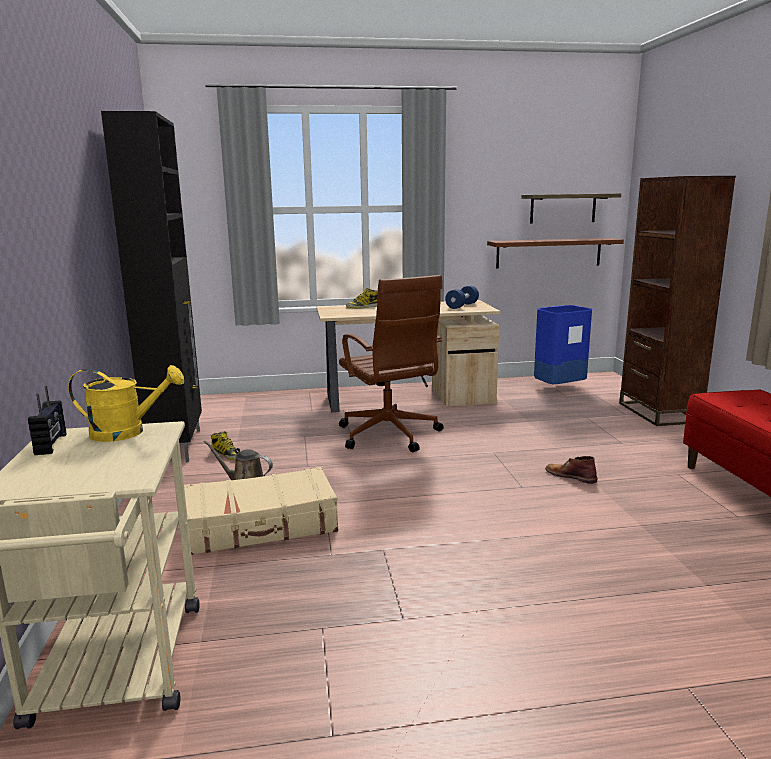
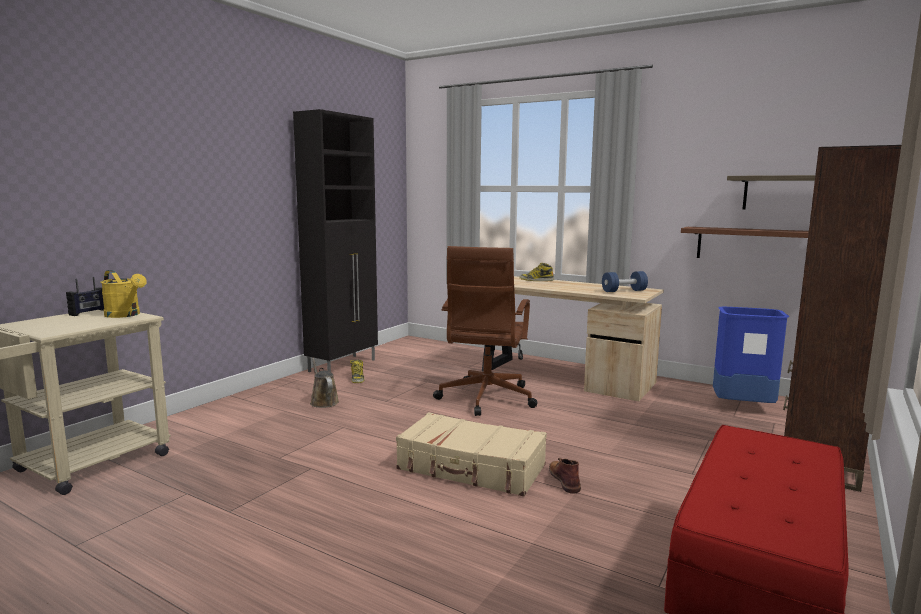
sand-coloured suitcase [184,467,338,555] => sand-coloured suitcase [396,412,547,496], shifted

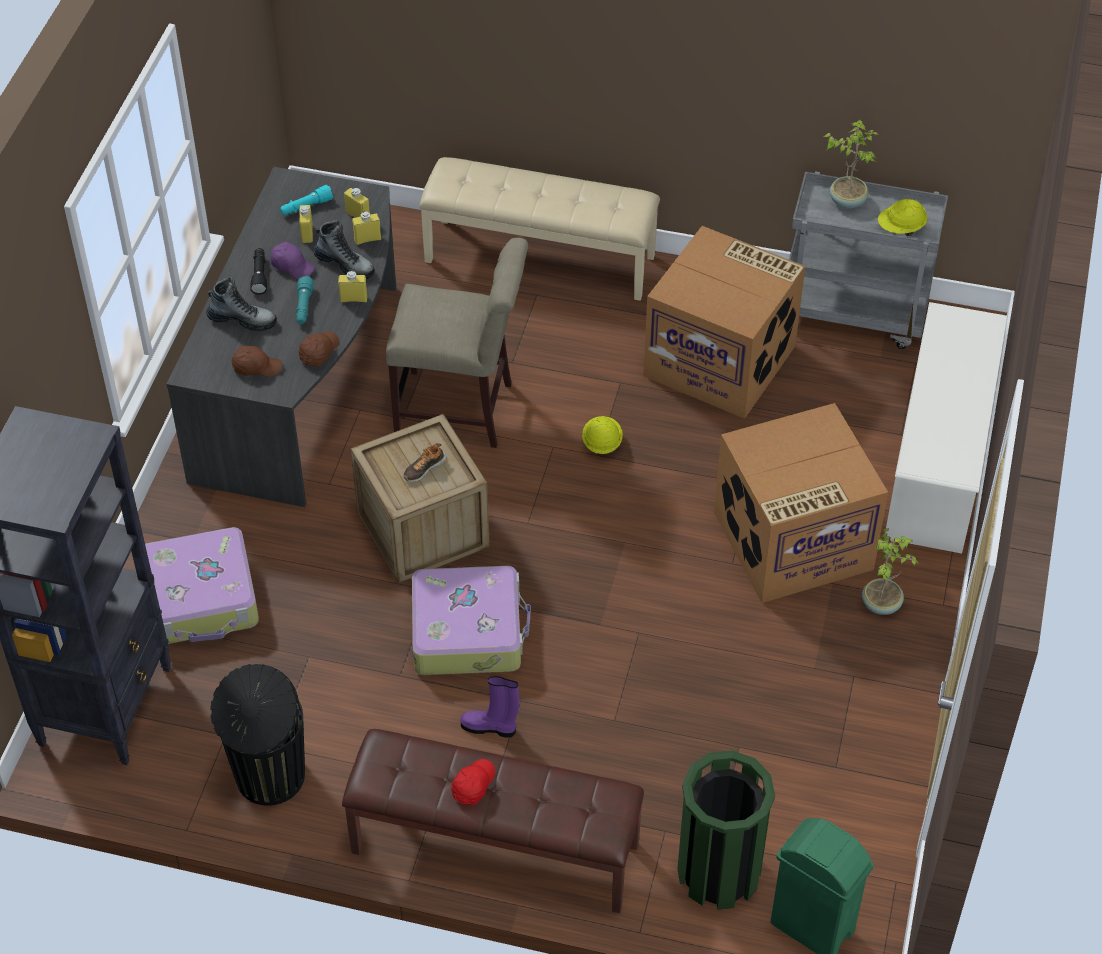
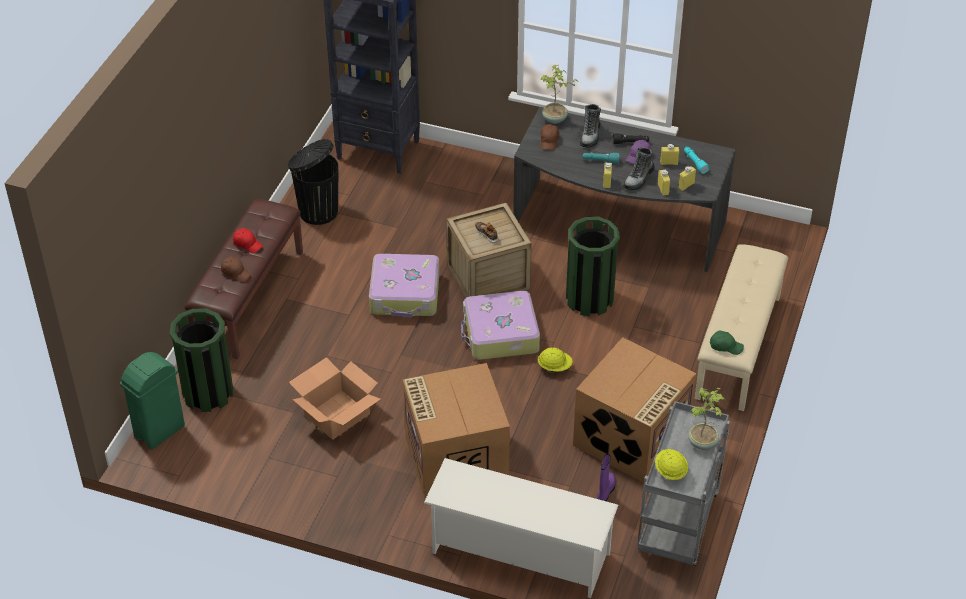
sand-coloured chair [386,238,528,448] => green-coloured rubbish bin [566,217,620,316]
brown cap [299,331,339,366] => brown cap [221,256,251,282], shifted
suitcase [145,527,259,644] => suitcase [461,291,540,360], shifted
potted plant [862,528,919,615] => potted plant [540,65,577,124], shifted
purple-coloured high-top boot [460,676,519,738] => purple-coloured high-top boot [597,454,616,502], shifted
nothing => green-coloured cap [710,331,744,355]
nothing => packing box [289,357,381,439]

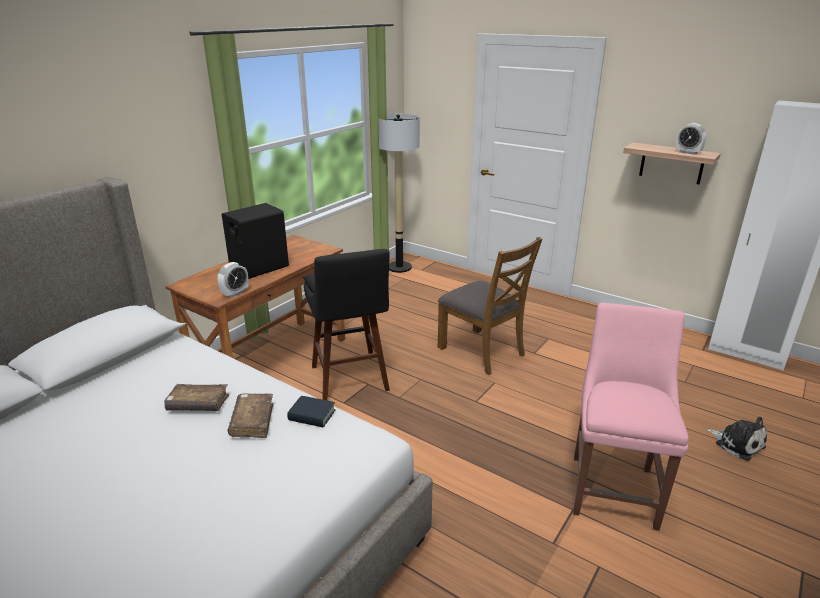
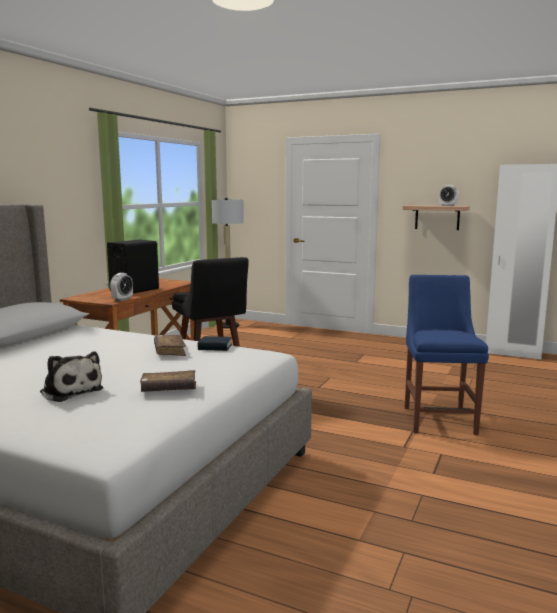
brown chair [438,237,542,375] => nothing
pinkish chair [573,302,689,531] => bluish chair [405,275,489,435]
brown book [164,384,229,411] => brown book [140,370,196,392], shifted
soft toy [706,417,767,461] => soft toy [40,351,103,402], shifted

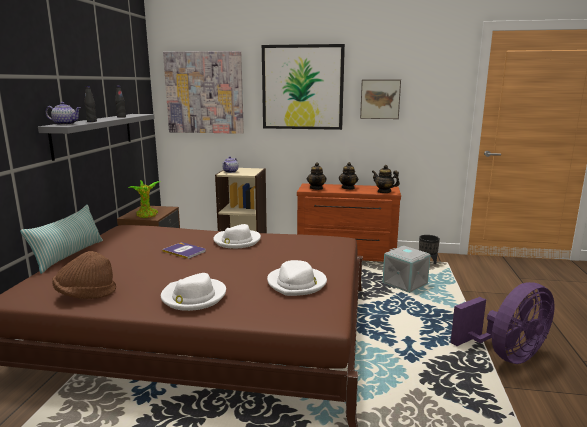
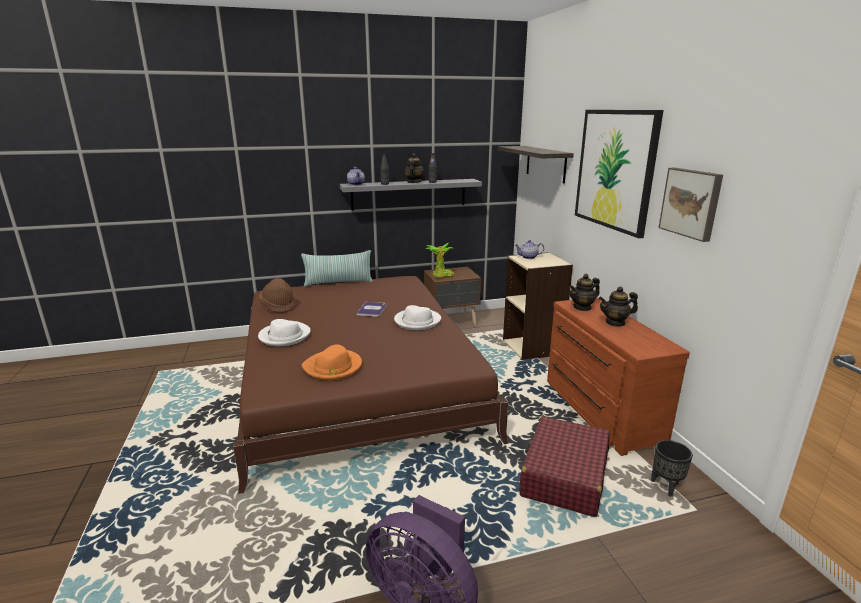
wall art [163,51,244,134] => bracket shelf [498,146,574,183]
tea pot [372,165,400,193] => tea pot [404,153,425,183], shifted
grey storage box [383,246,430,293] => red suitcase [519,416,610,517]
whitish clothing hat [267,260,327,296] => orange-coloured clothing hat [302,344,362,381]

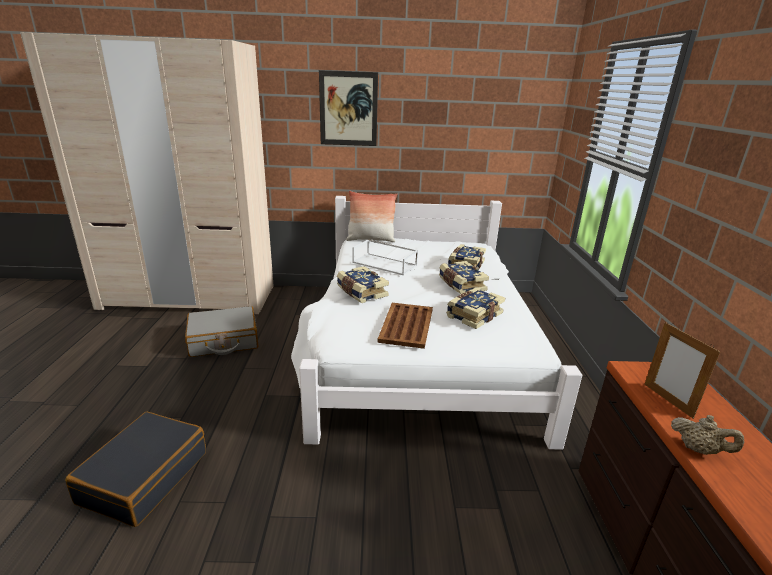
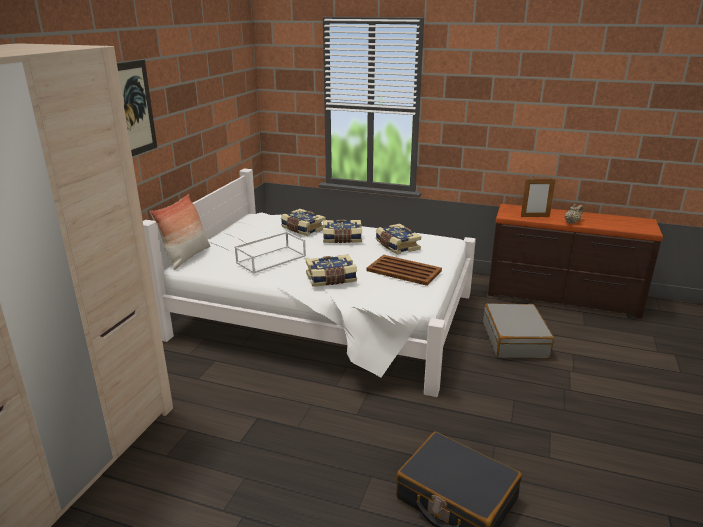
grey suitcase [185,306,259,357] => grey suitcase [483,304,554,359], shifted

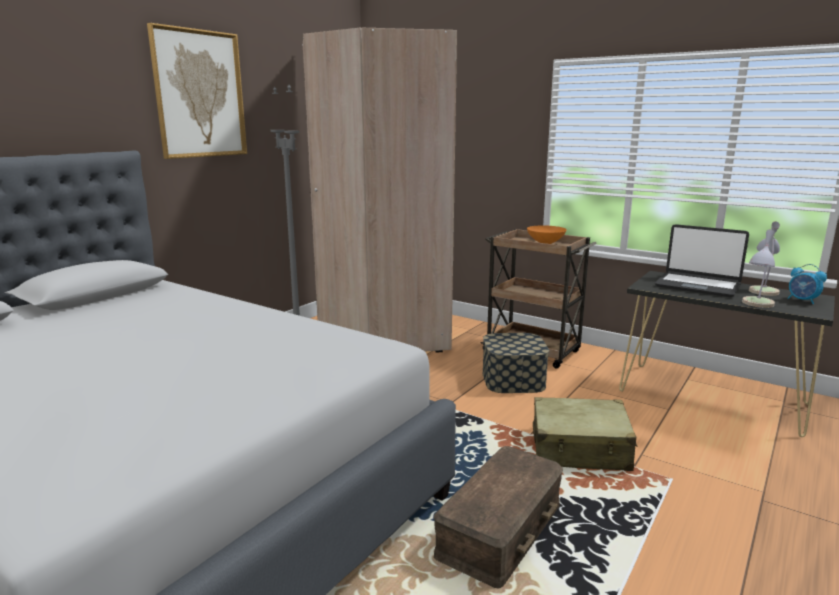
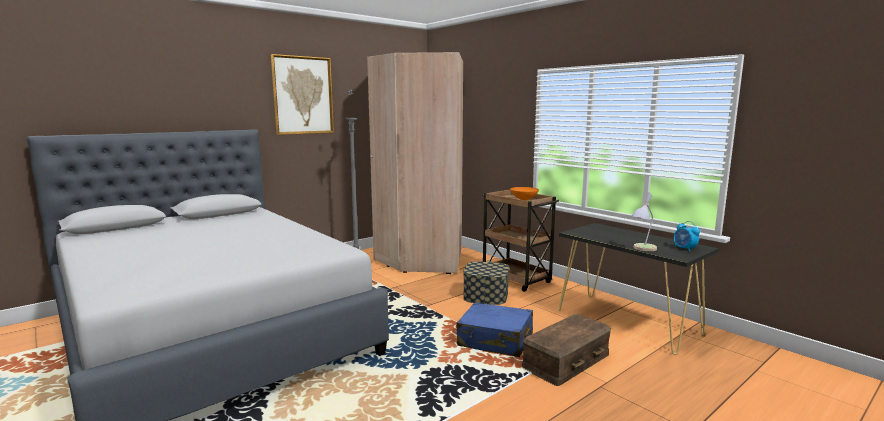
tabletop lamp [749,221,780,296] => nothing
laptop [655,224,749,297] => nothing
sand-coloured suitcase [533,397,637,471] => bluish suitcase [456,302,533,357]
brown storage box [434,446,563,589] => brown storage box [522,314,611,386], shifted

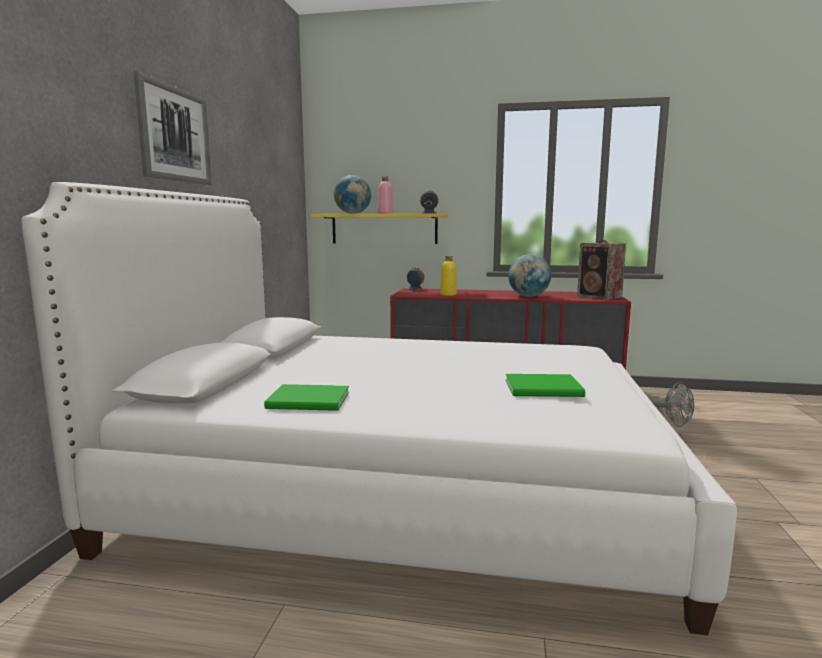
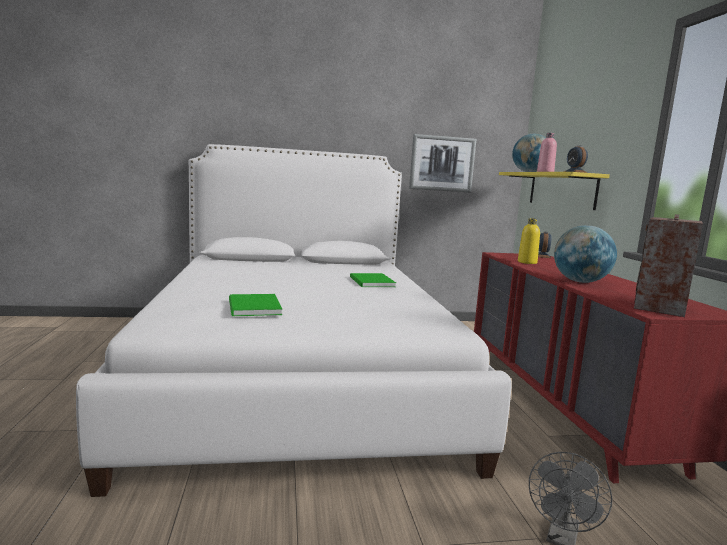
wall art [134,71,212,185] => wall art [409,134,476,192], shifted
green-coloured book [264,384,349,411] => green-coloured book [350,273,396,287], shifted

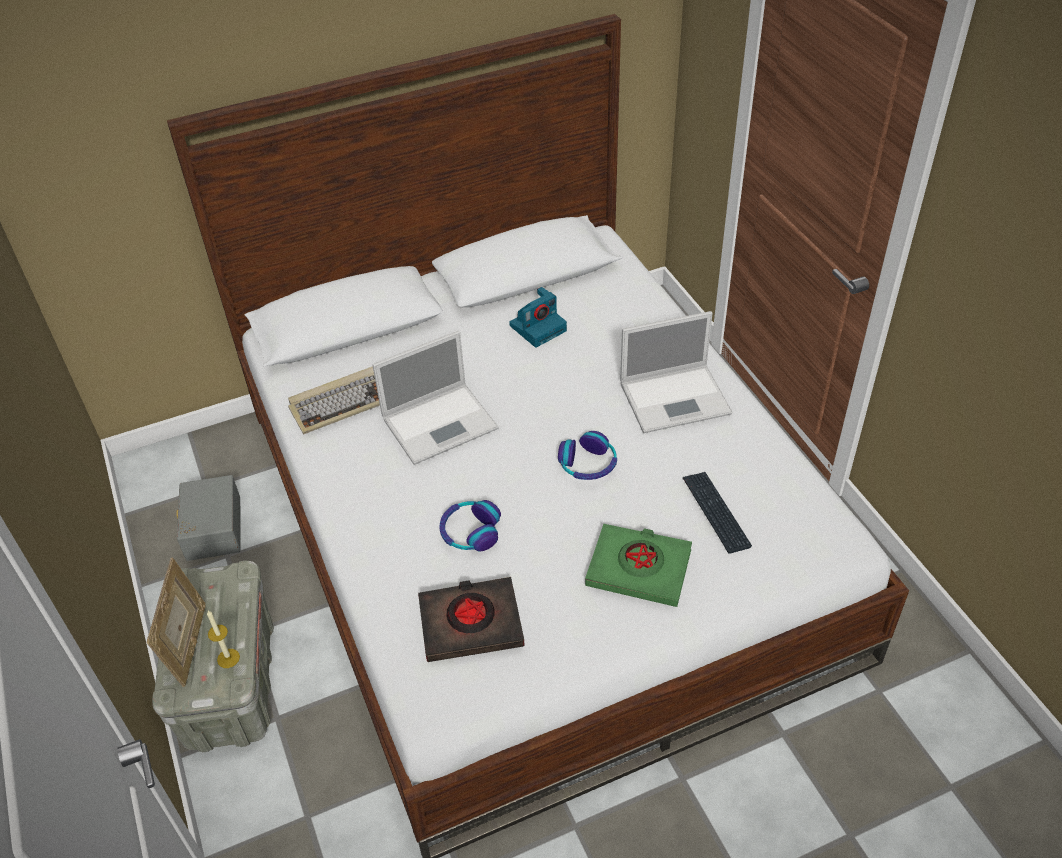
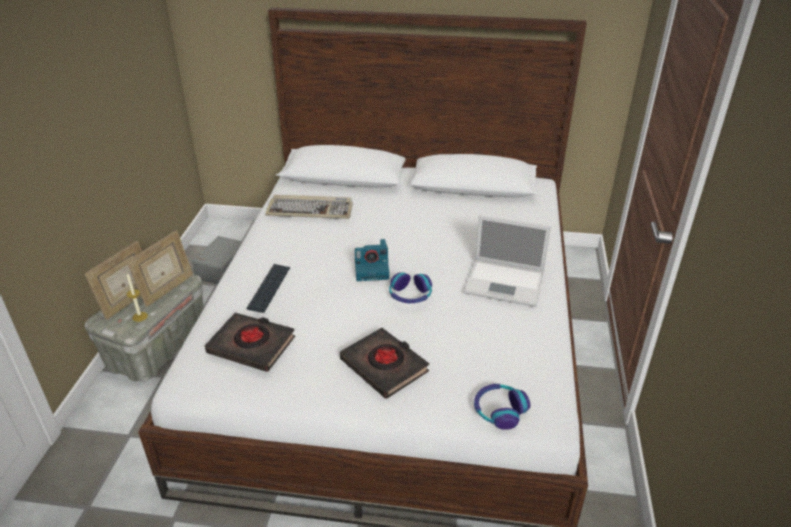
photo camera [509,287,567,348] => photo camera [355,239,389,281], shifted
laptop [372,331,498,465] => nothing
computer keyboard [683,472,752,554] => computer keyboard [247,264,290,313], shifted
headset [439,500,501,551] => headset [474,384,530,430], shifted
green-coloured book [585,524,692,607] => blackish book [340,328,429,399]
nothing => picture frame [127,230,193,307]

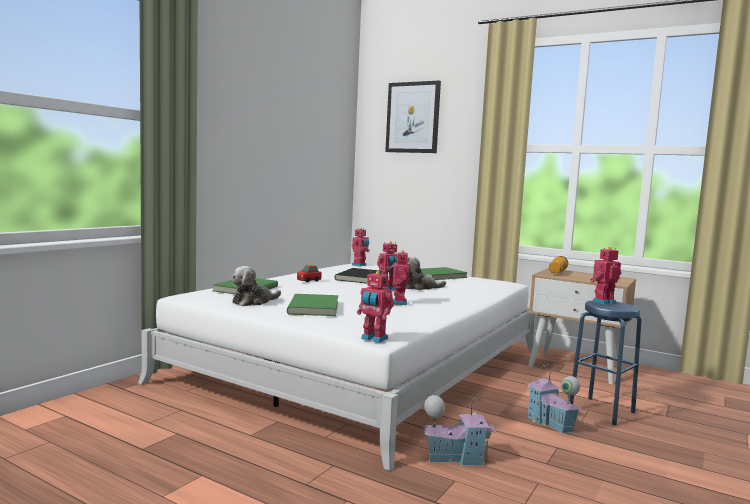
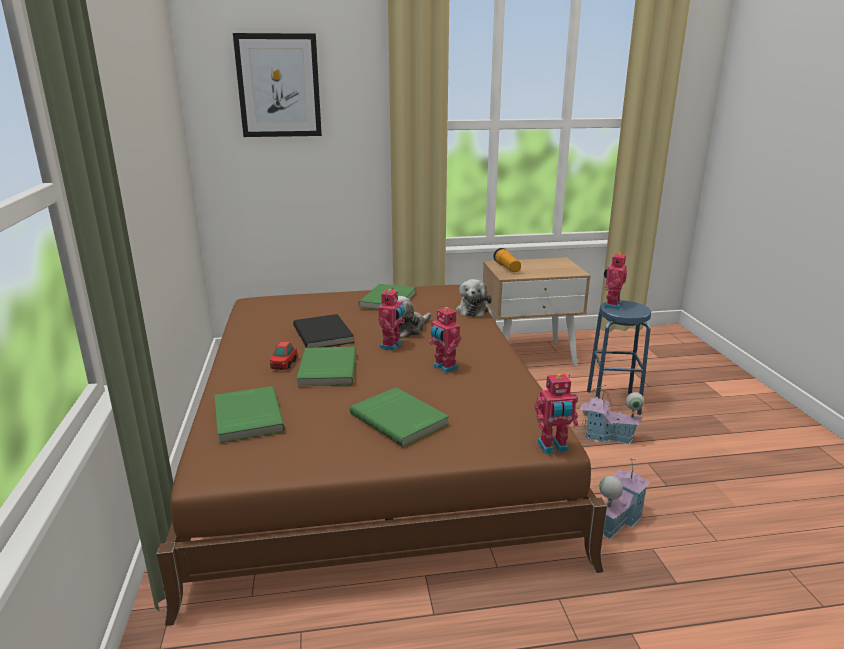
model robot [352,228,370,267] => nothing
whitish bed [138,264,536,471] => brown bed [157,285,607,626]
soft toy [231,266,281,306] => soft toy [456,279,492,317], shifted
nothing => green-coloured book [296,347,356,386]

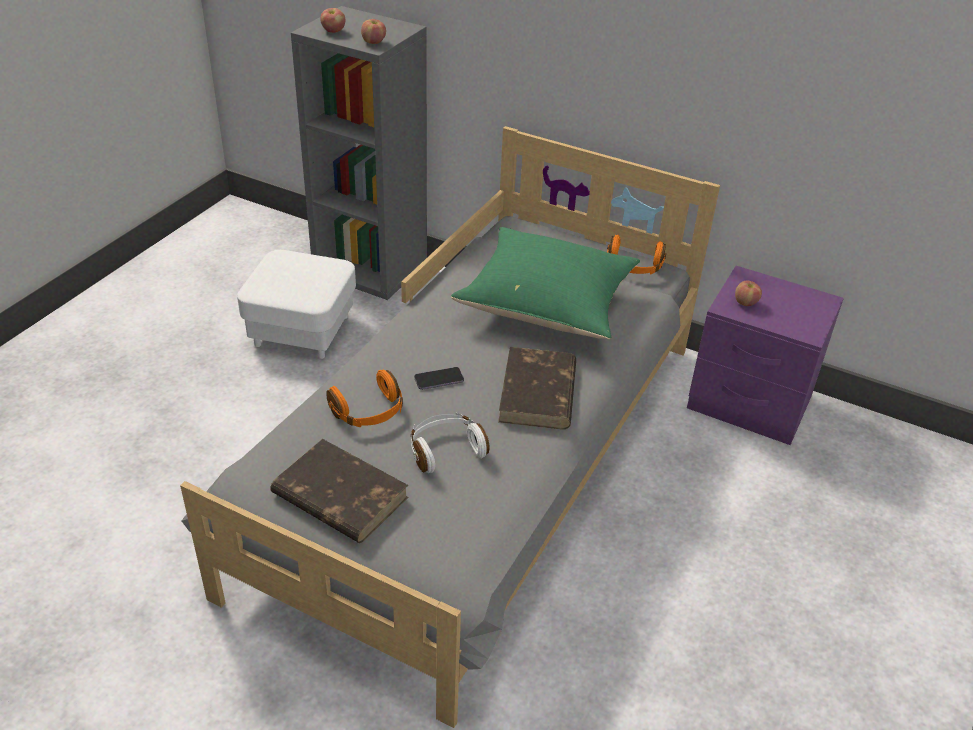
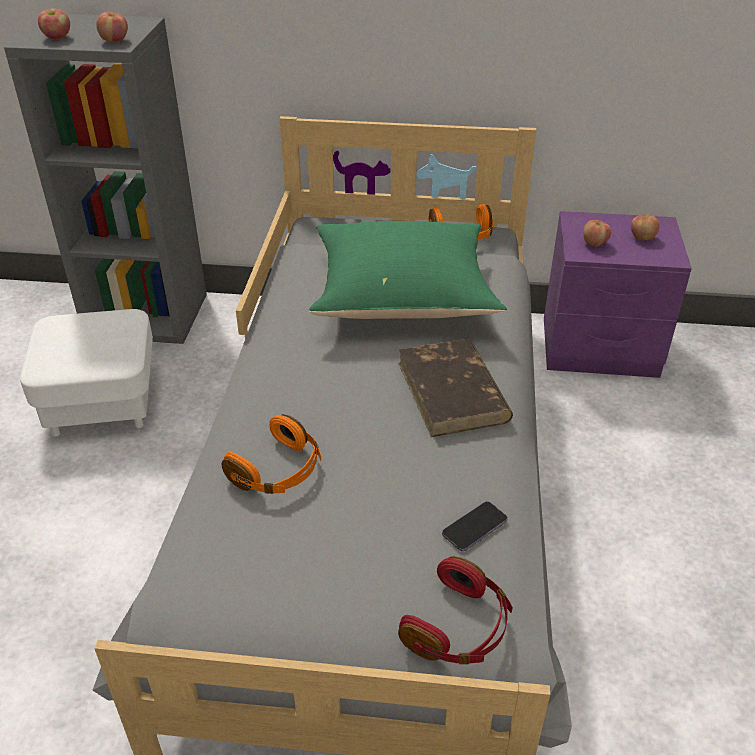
phone [414,367,464,390] => phone [442,501,508,551], shifted
whitish headset [411,413,489,473] => nothing
brown book [270,439,408,543] => nothing
nothing => apple fruit [631,214,660,240]
nothing => red headset [398,556,513,664]

